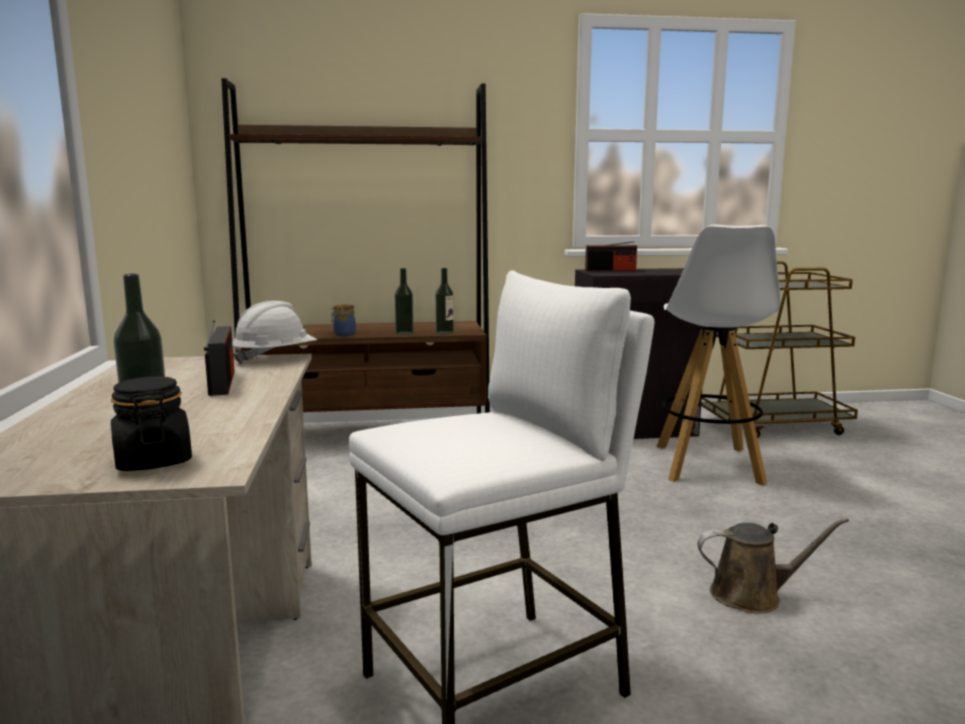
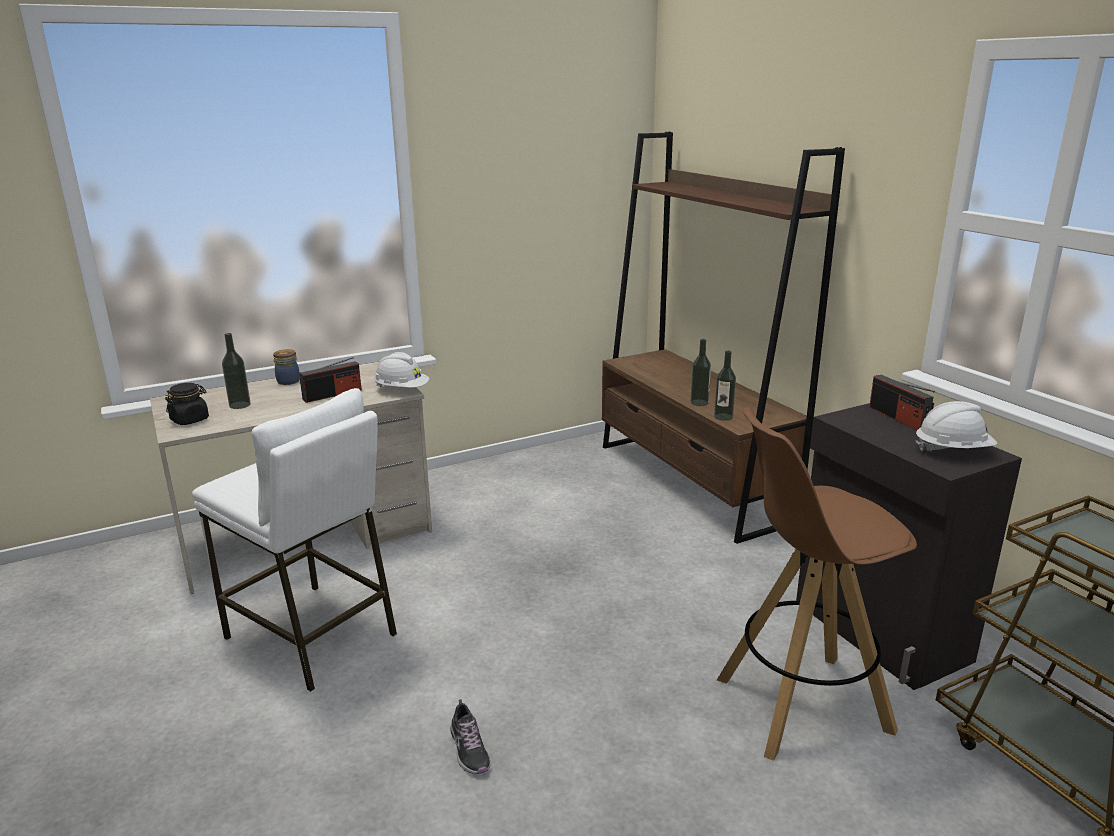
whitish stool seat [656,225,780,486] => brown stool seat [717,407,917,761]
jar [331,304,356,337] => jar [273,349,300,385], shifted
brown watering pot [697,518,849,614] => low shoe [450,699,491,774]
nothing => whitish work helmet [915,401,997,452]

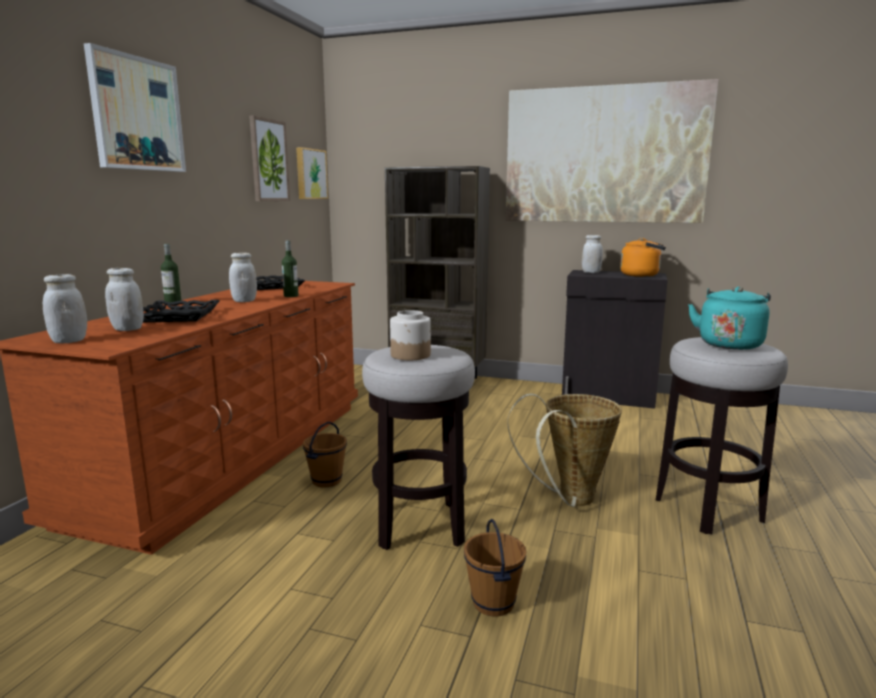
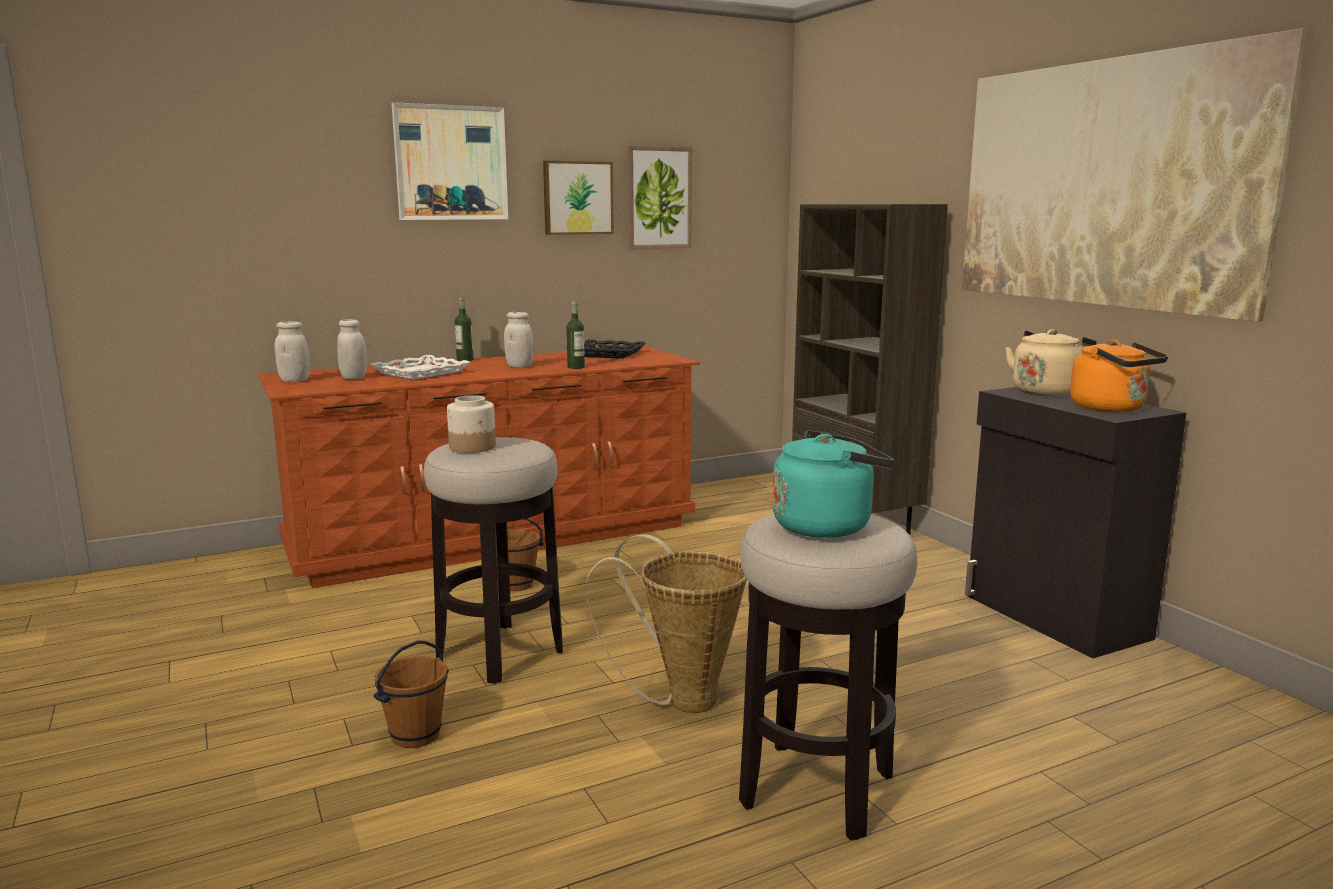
wall art [296,147,328,199] => wall art [543,161,614,235], shifted
whitish jar [582,235,603,273] => sand-coloured water kettle [1005,329,1096,396]
blackish carrying tray [143,300,219,322] => whitish carrying tray [370,355,470,380]

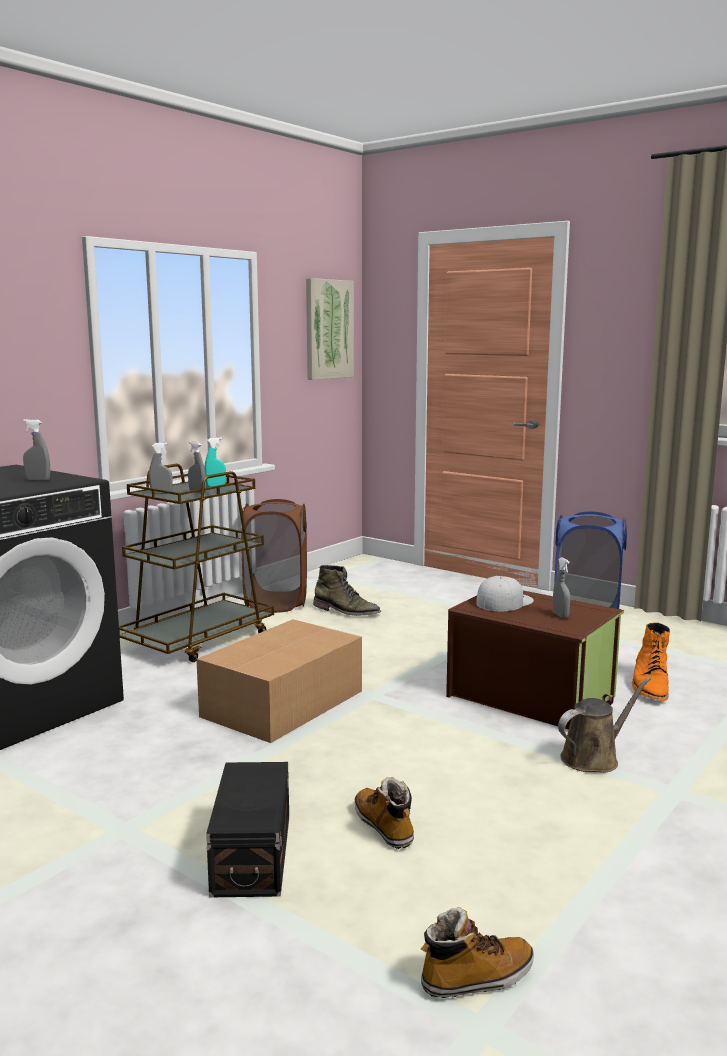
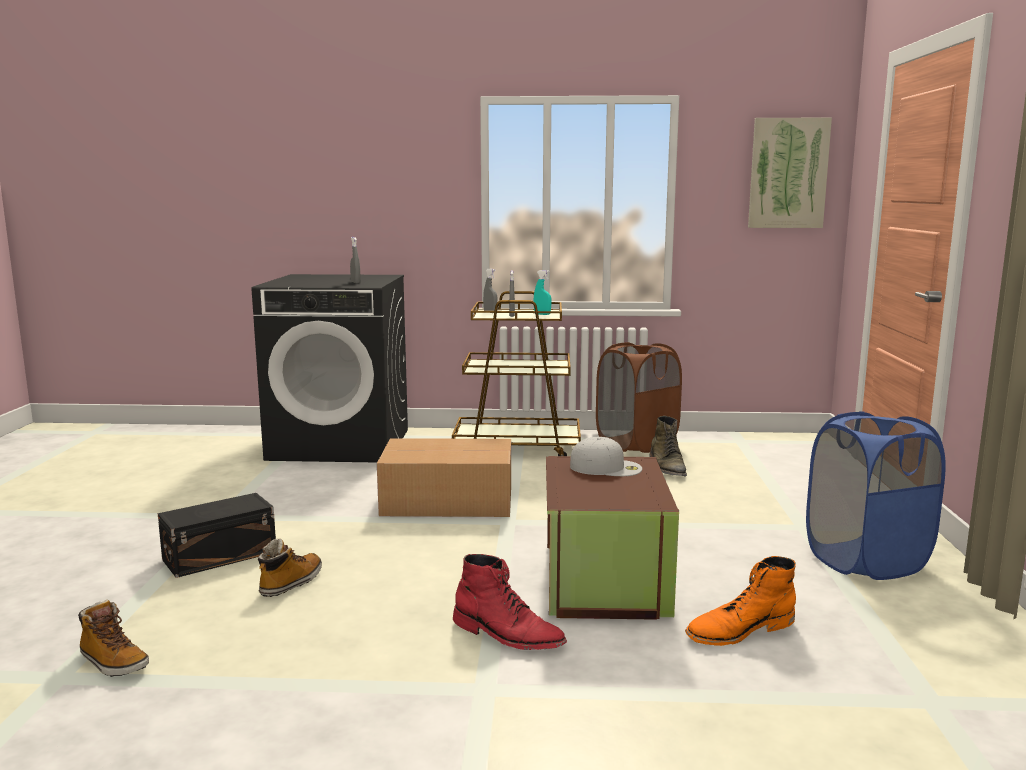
grey sprayer [553,558,570,618] => nothing
brown watering pot [558,677,651,773] => red high-top boot [453,554,567,650]

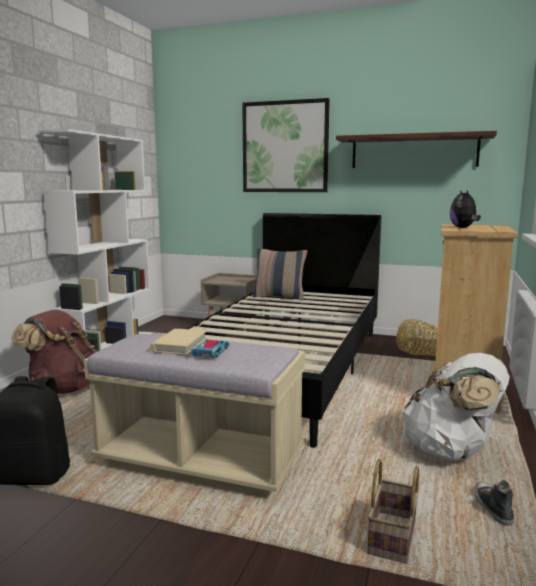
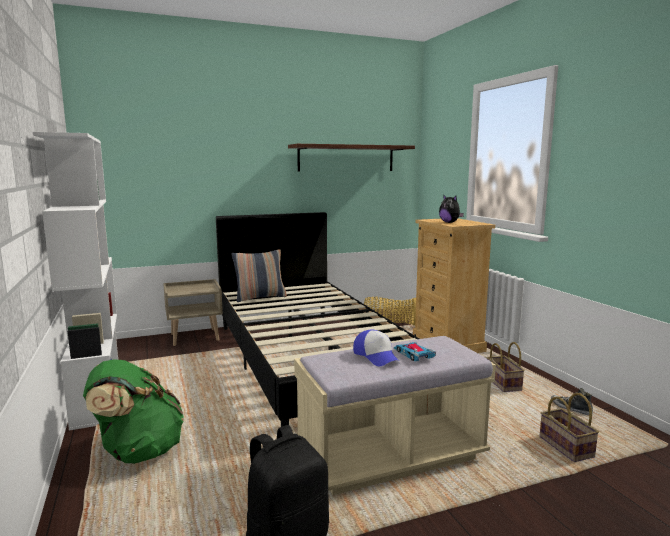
wall art [242,98,330,192] => nothing
brown knapsack [11,310,98,394] => green-coloured knapsack [83,359,184,464]
sand-coloured book [150,329,207,355] => cap [353,330,399,366]
whitish knapsack [402,353,510,461] => basket [486,342,525,392]

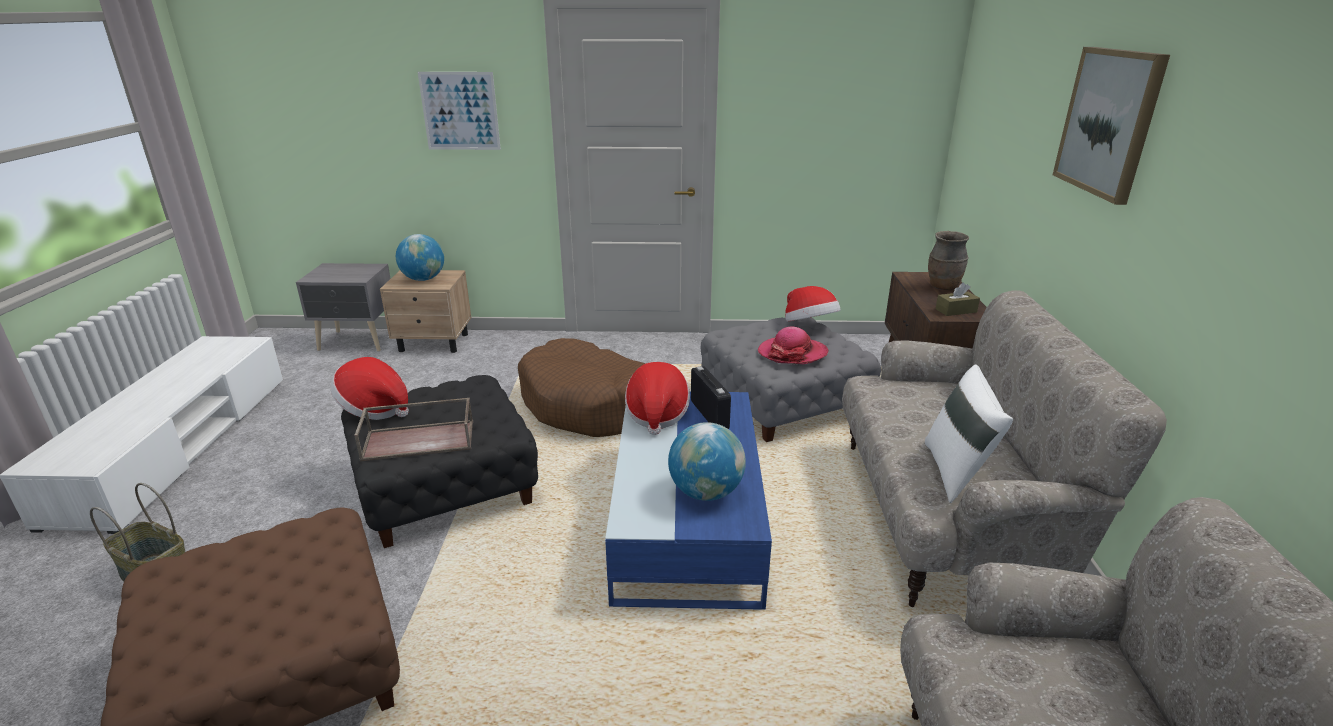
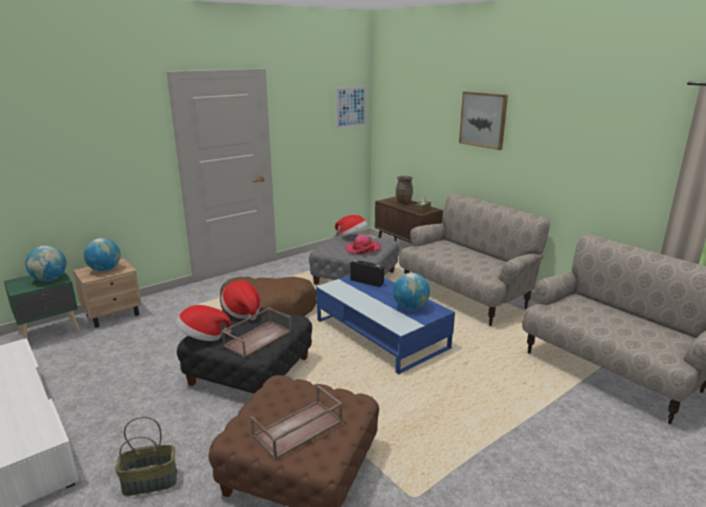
wall art [418,72,501,150] => wall art [336,86,367,129], shifted
grey night table [296,263,391,351] => green-coloured night table [4,271,80,339]
clothing hat [625,362,690,435] => clothing hat [221,281,261,320], shifted
whitish cushion [925,364,1013,503] => nothing
nothing => globe [25,246,67,281]
nothing => brown carrying tray [251,385,343,460]

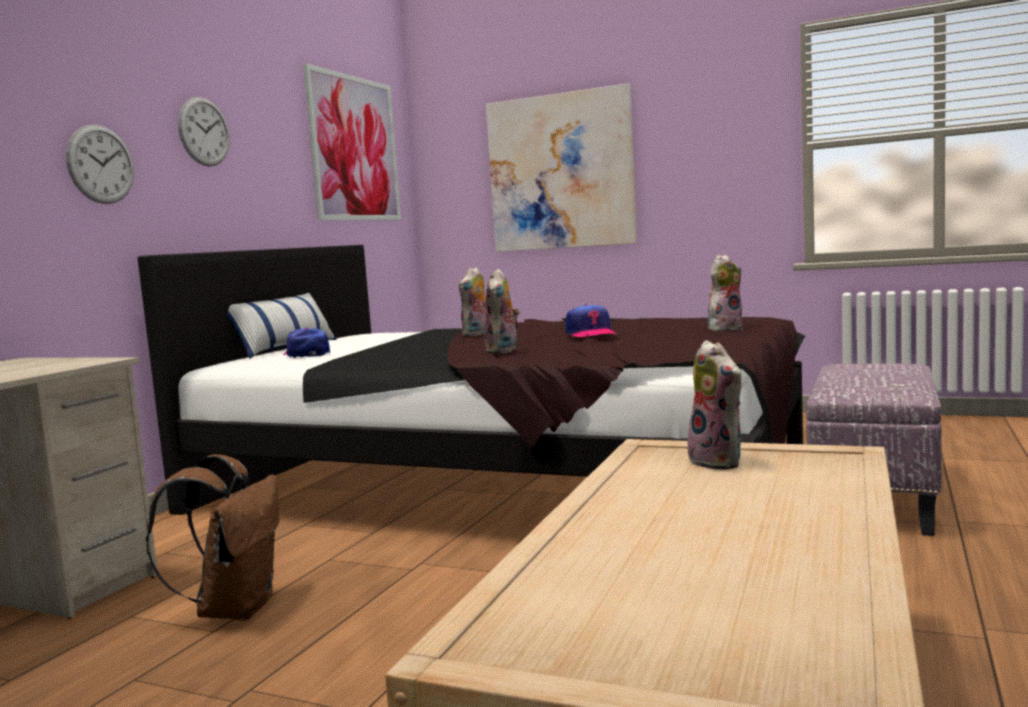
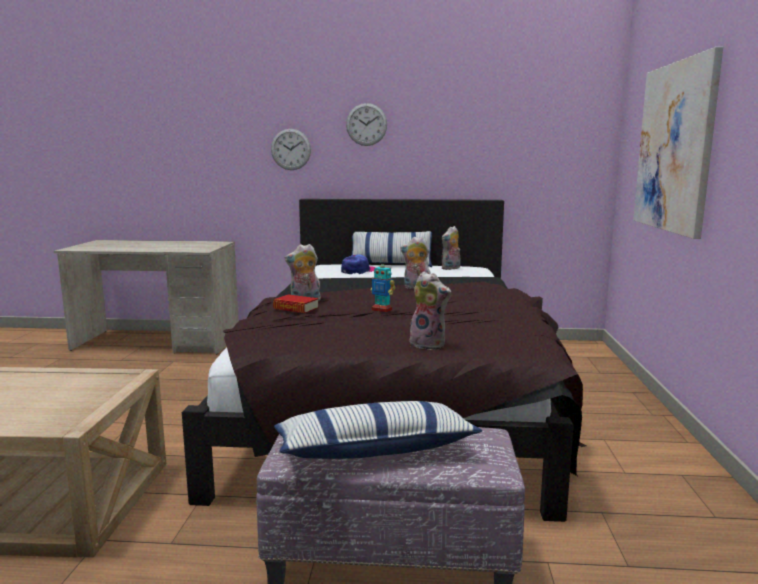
wall art [303,63,401,220] => nothing
cap [566,304,617,337] => model robot [371,261,395,313]
soft toy [684,340,743,470] => soft toy [442,226,461,270], shifted
brown knapsack [146,454,279,621] => nothing
nothing => book [273,294,319,313]
nothing => cushion [274,401,482,459]

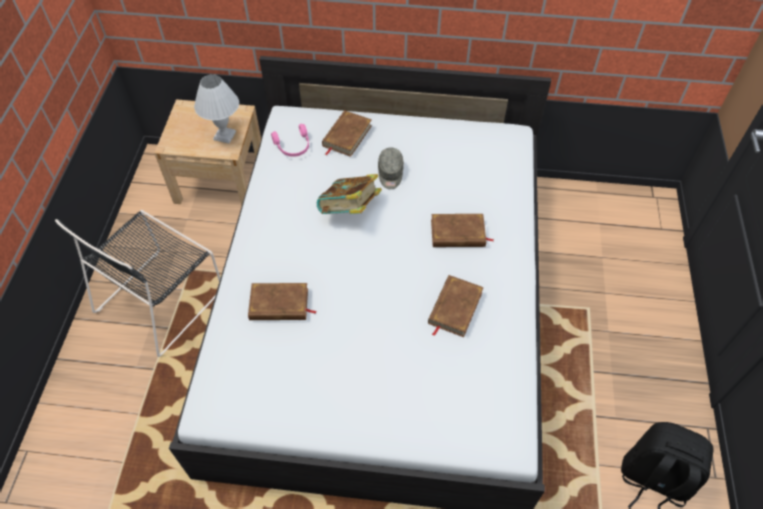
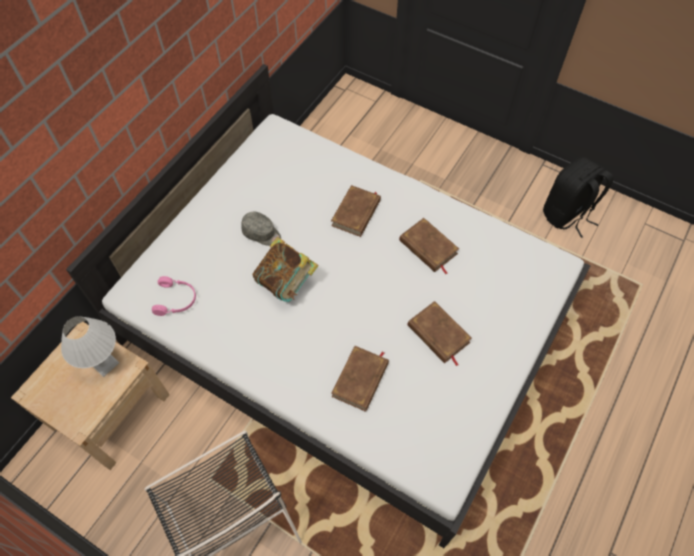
brown book [322,110,372,157] => brown book [407,301,472,366], shifted

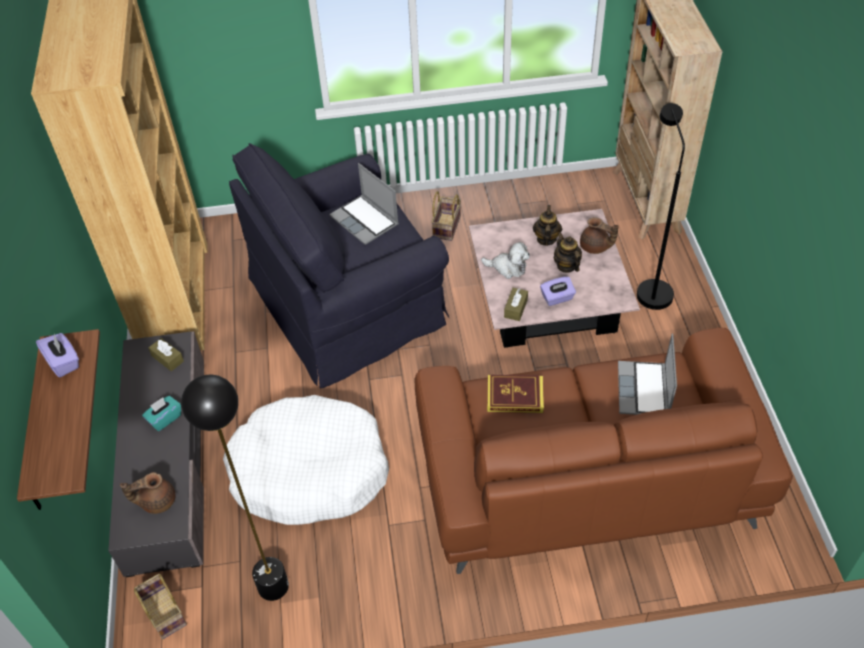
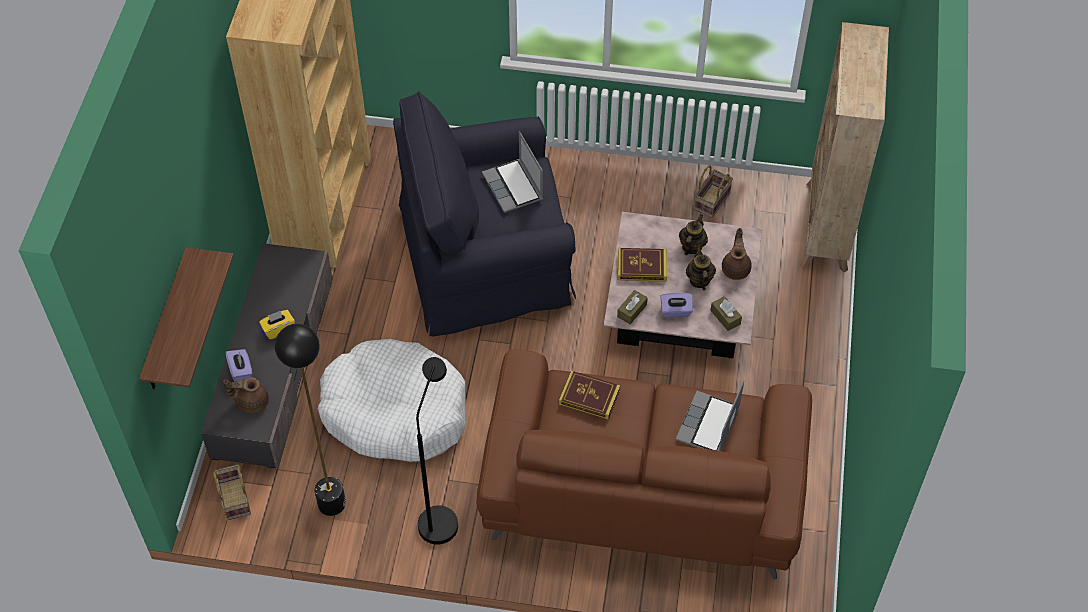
blackish standard lamp [637,103,685,310] => blackish standard lamp [416,357,458,545], shifted
basket [431,191,461,241] => basket [694,165,733,218], shifted
brown tea pot [580,217,619,254] => brown tea pot [722,228,752,280], 135 degrees counterclockwise
soft toy [481,242,530,279] => book [618,248,667,281]
purple-coloured tissue box [36,333,79,377] => purple-coloured tissue box [226,349,252,382], shifted
brown tissue box [148,338,184,371] => brown tissue box [710,296,742,331], shifted
blue-green tissue box [142,396,181,431] => yellowish tissue box [259,310,295,340]

